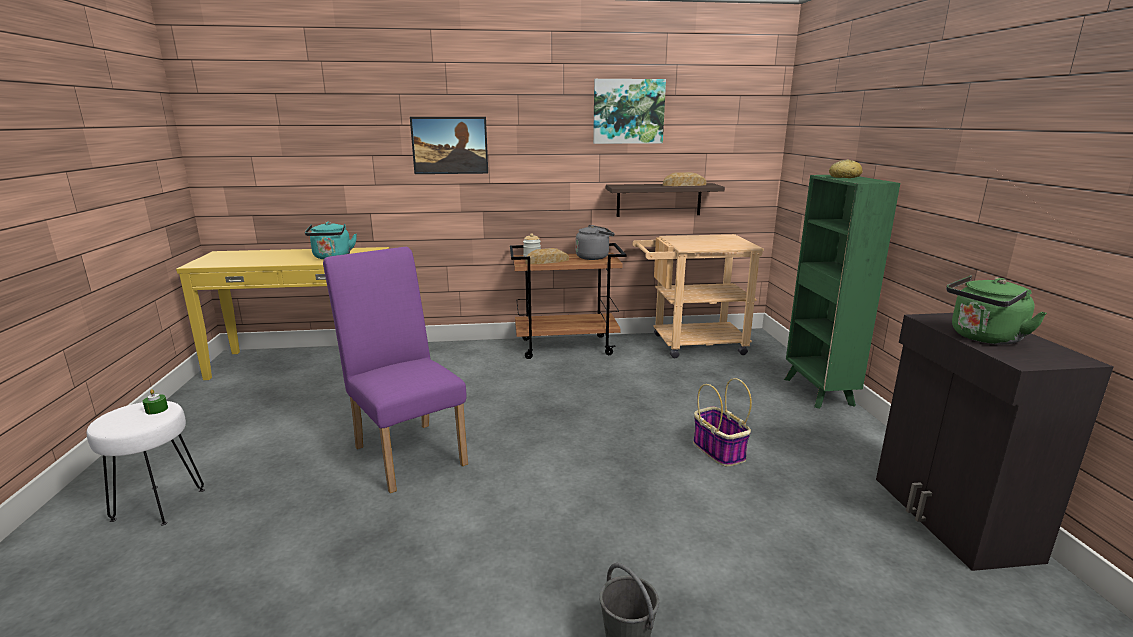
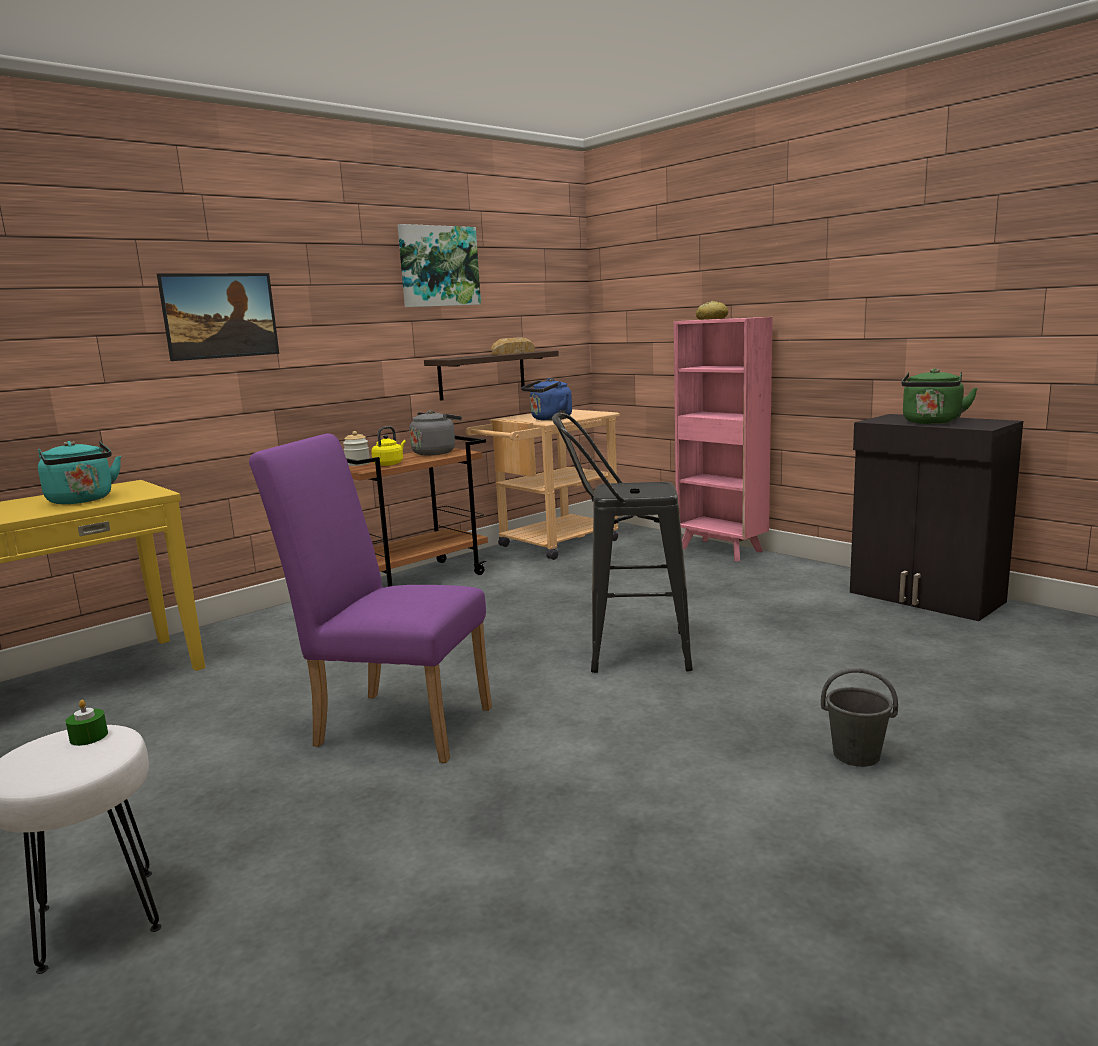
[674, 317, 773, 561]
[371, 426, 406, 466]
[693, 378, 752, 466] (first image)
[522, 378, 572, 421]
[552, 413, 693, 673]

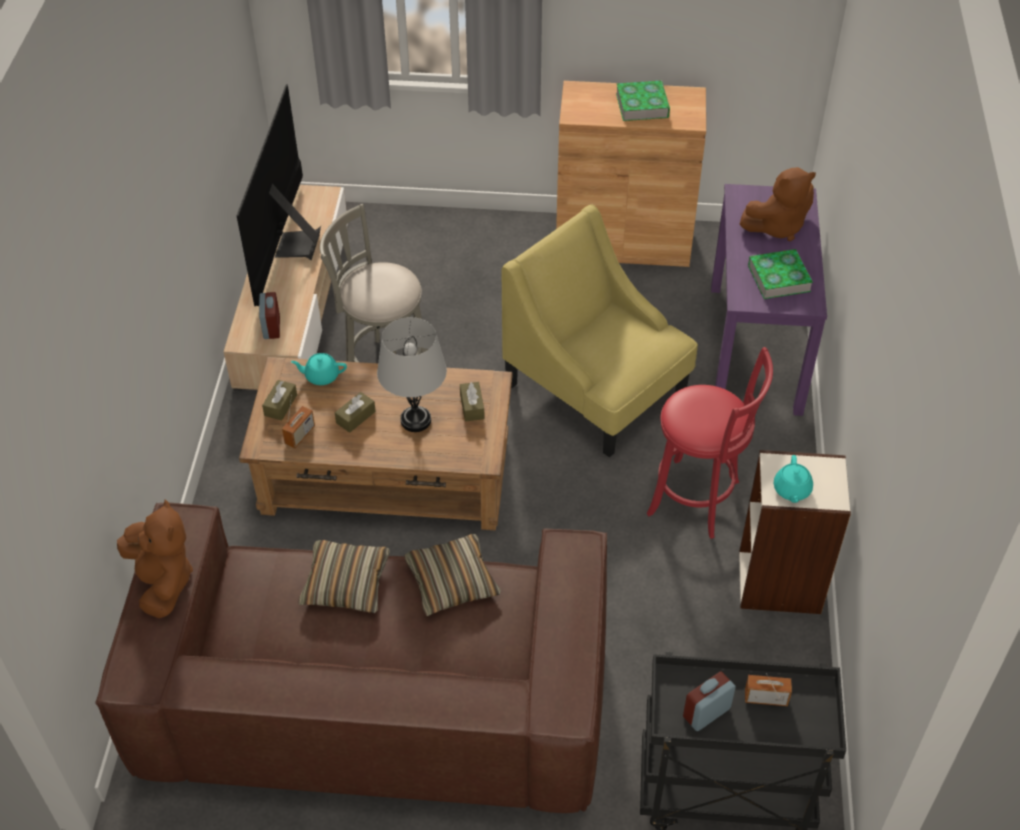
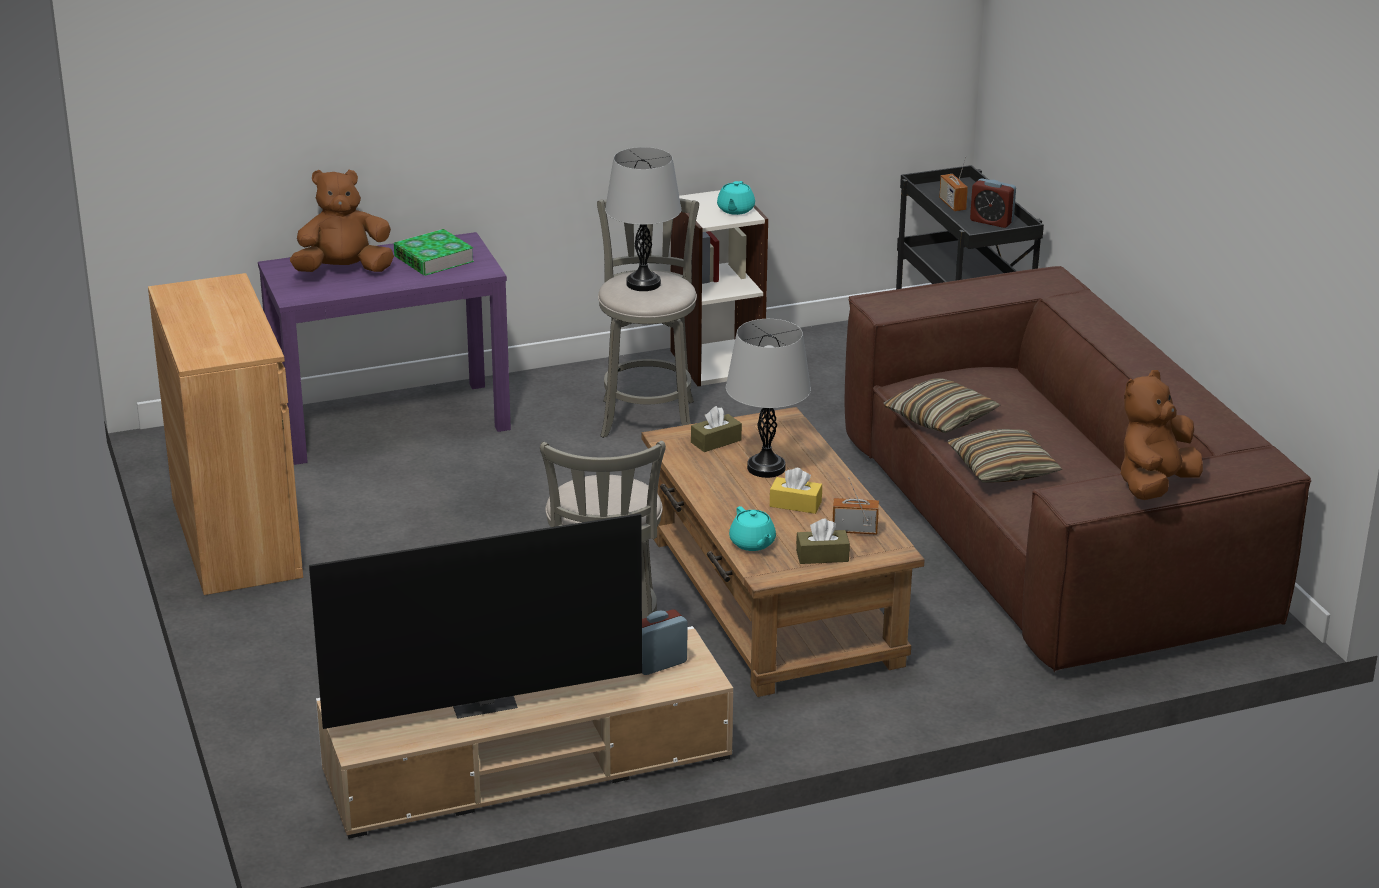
[616, 81, 670, 121] (first image)
[290, 170, 394, 272]
[502, 204, 698, 458] (first image)
[597, 199, 699, 438]
[770, 468, 822, 514]
[717, 181, 755, 215]
[605, 147, 681, 291]

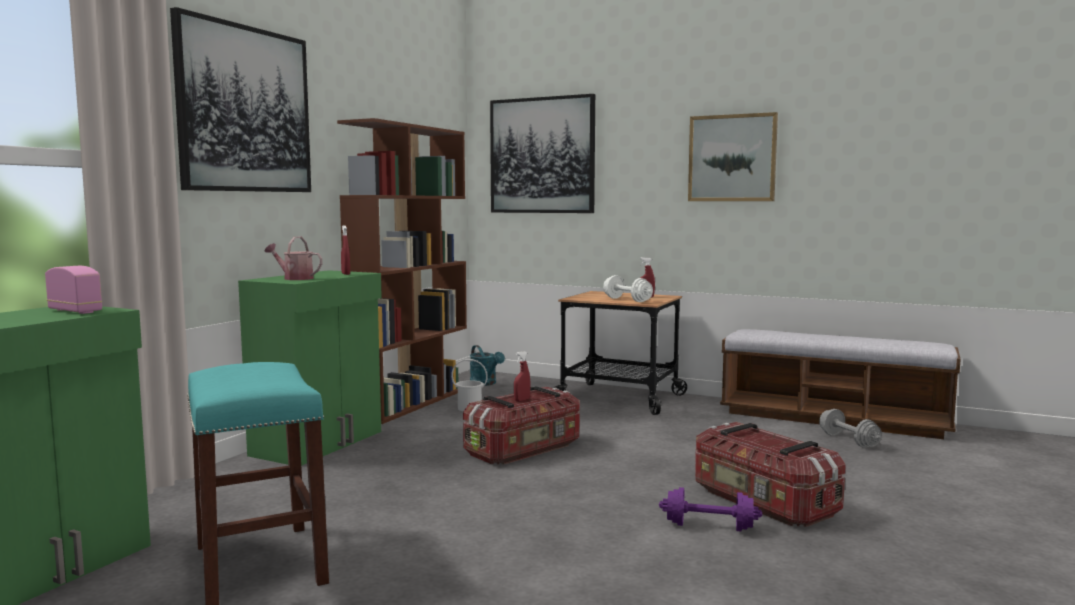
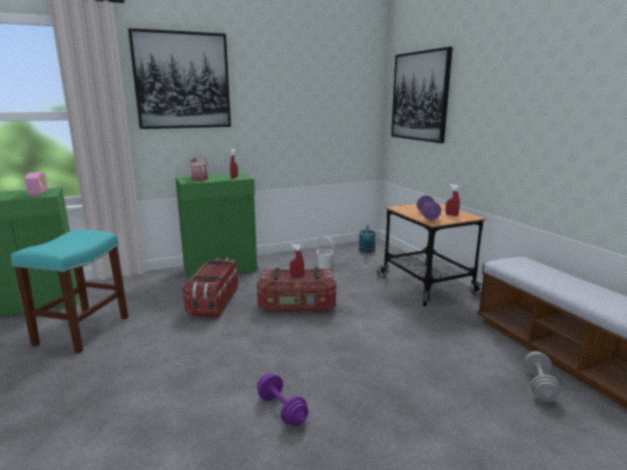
[688, 112, 778, 201] (first image)
[337, 118, 467, 424] (first image)
[417, 195, 441, 220]
[182, 258, 238, 318]

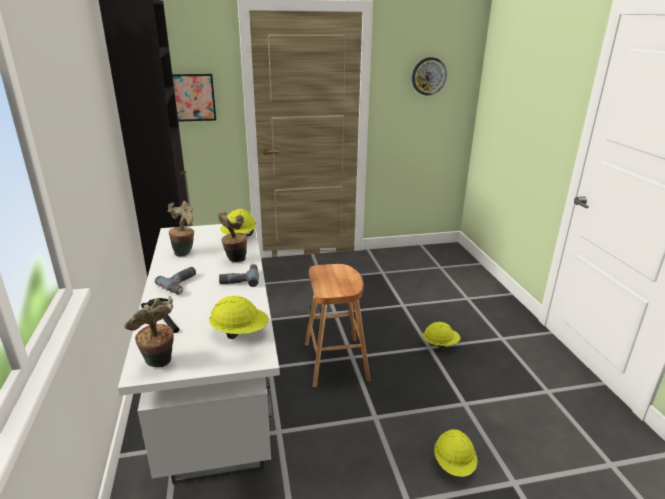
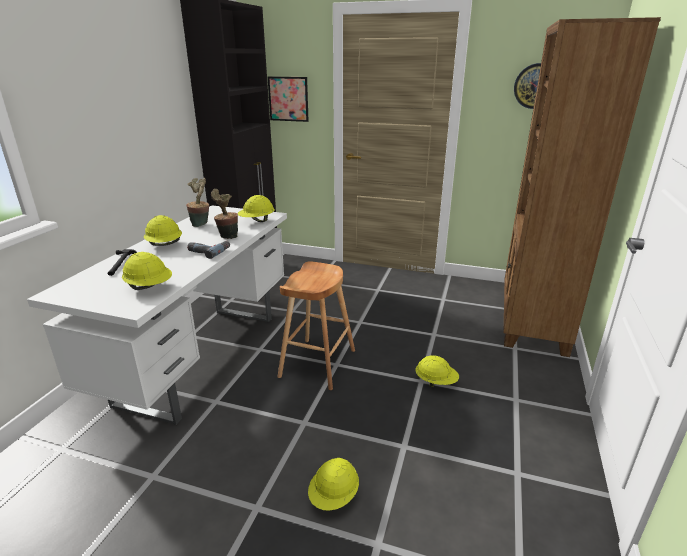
[144, 215, 182, 246]
[124, 296, 174, 367] (first image)
[504, 17, 661, 357]

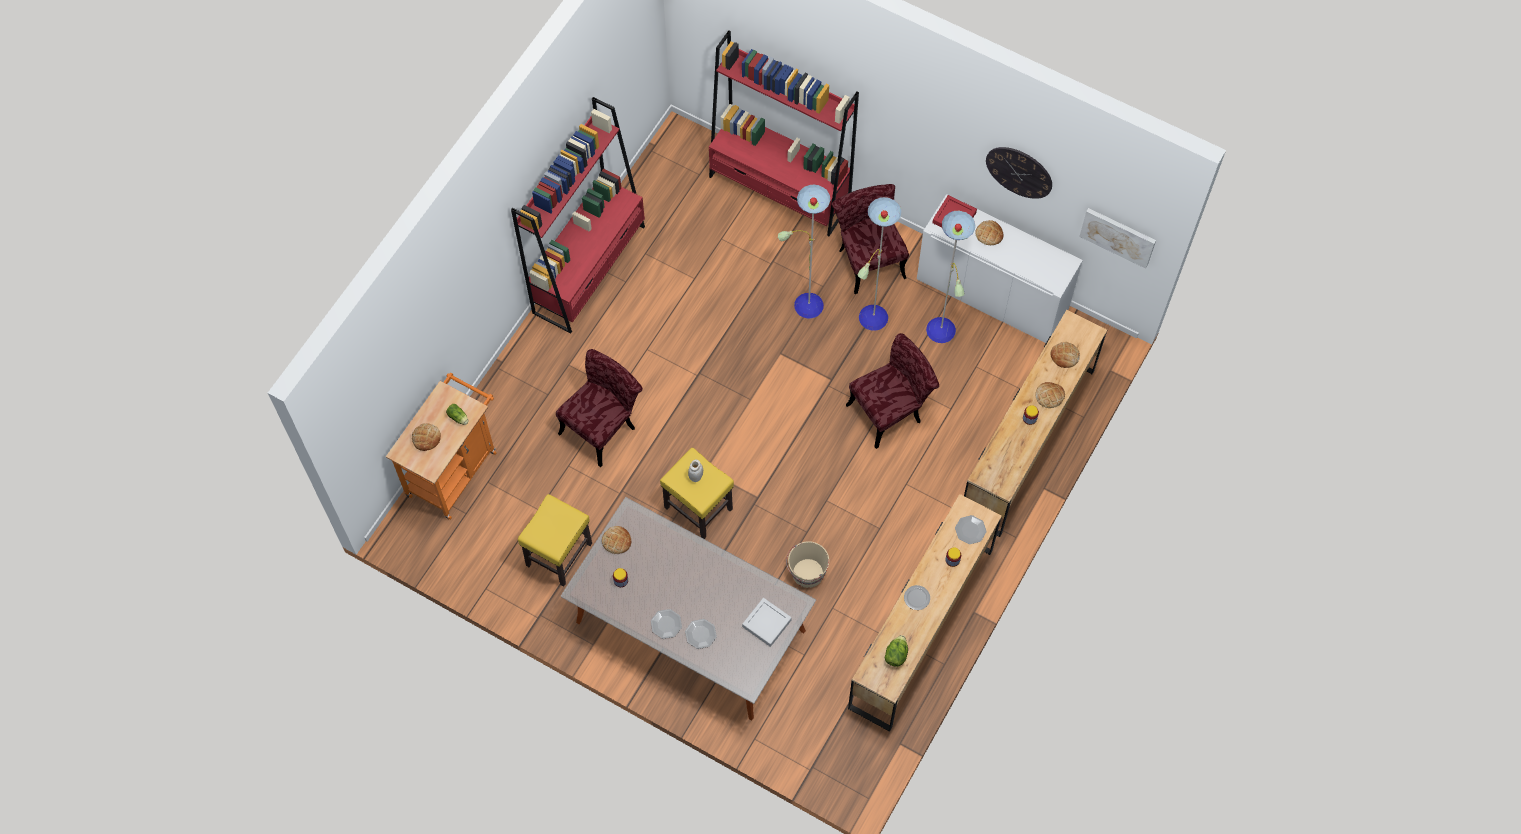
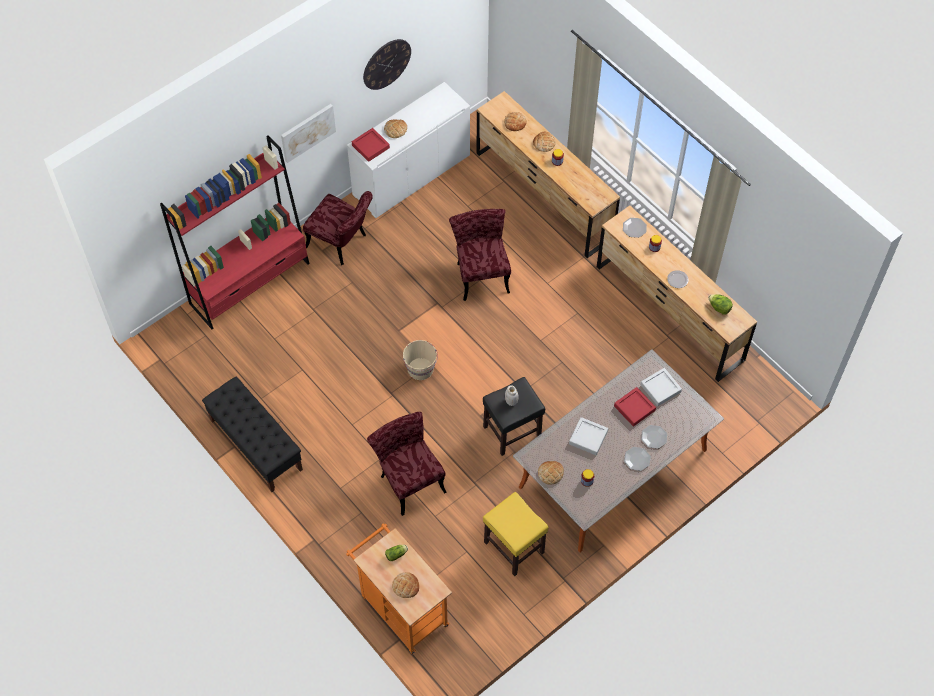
[202, 377, 303, 492]
[303, 191, 373, 265]
[778, 185, 976, 343] (first image)
[281, 104, 336, 163]
[483, 377, 545, 456]
[403, 340, 438, 380]
[614, 387, 656, 427]
[569, 417, 608, 455]

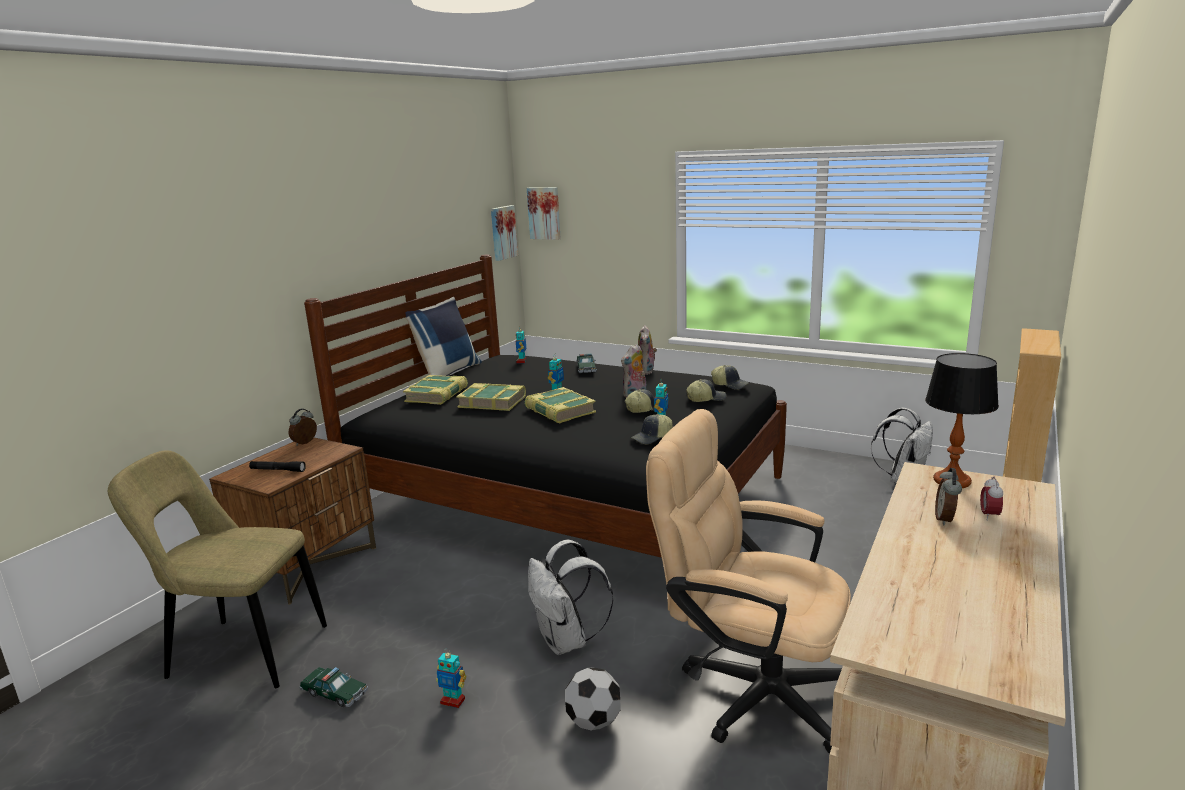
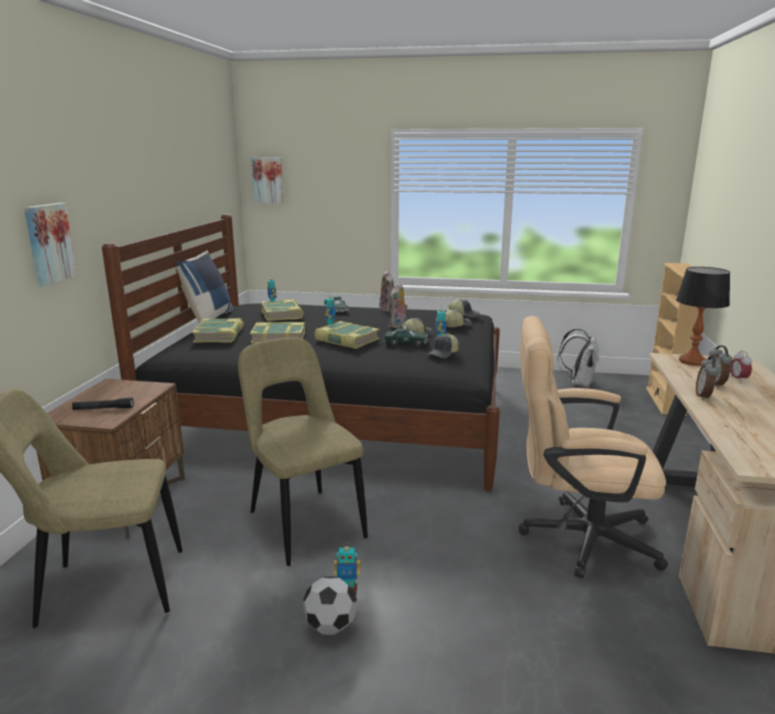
[24, 203, 77, 286]
[696, 356, 719, 400]
[528, 540, 613, 655] (first image)
[383, 326, 428, 346]
[303, 576, 357, 635]
[261, 299, 304, 321]
[238, 338, 368, 566]

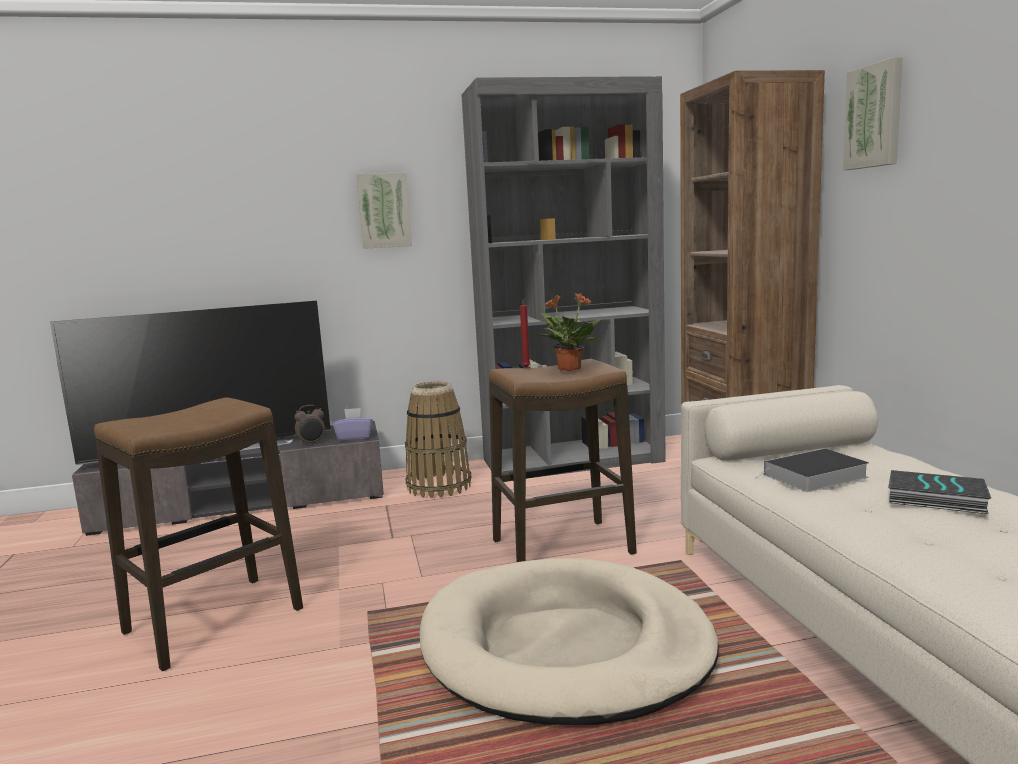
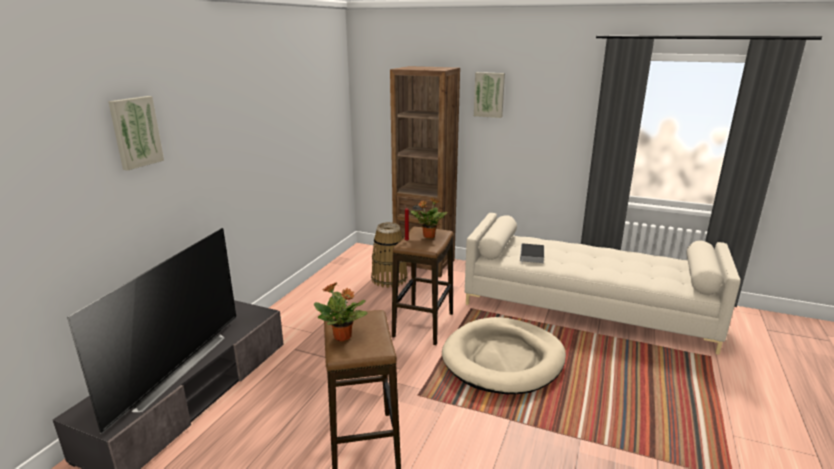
[461, 76, 666, 478] (first image)
[108, 96, 164, 171]
[371, 222, 408, 288]
[295, 405, 325, 446] (first image)
[333, 408, 373, 441] (first image)
[888, 470, 992, 514] (first image)
[314, 283, 367, 342]

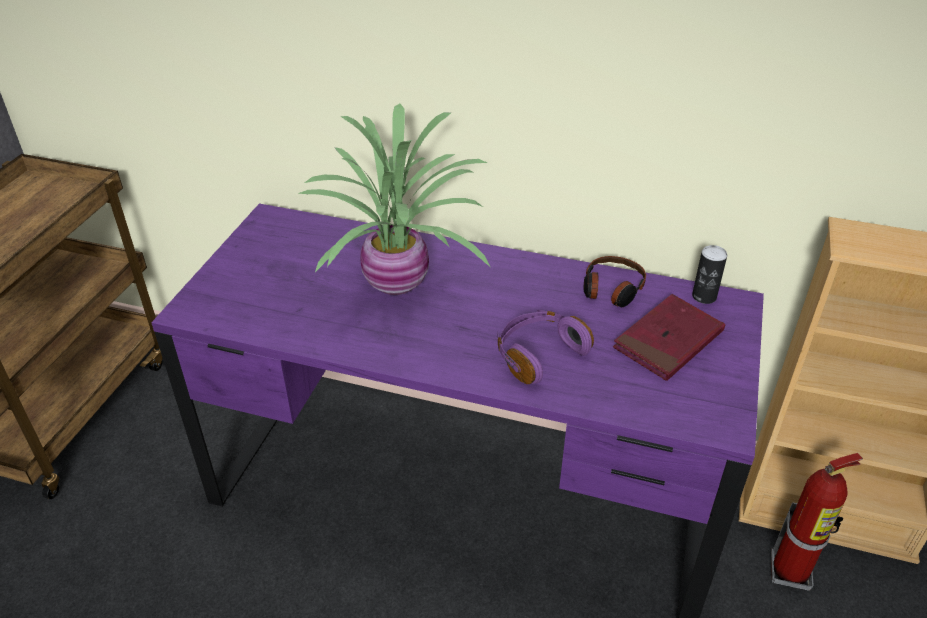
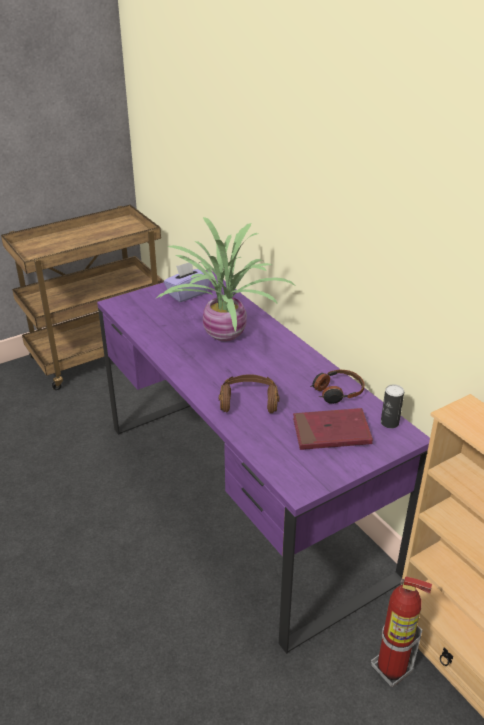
[219, 374, 279, 414]
[164, 263, 210, 302]

